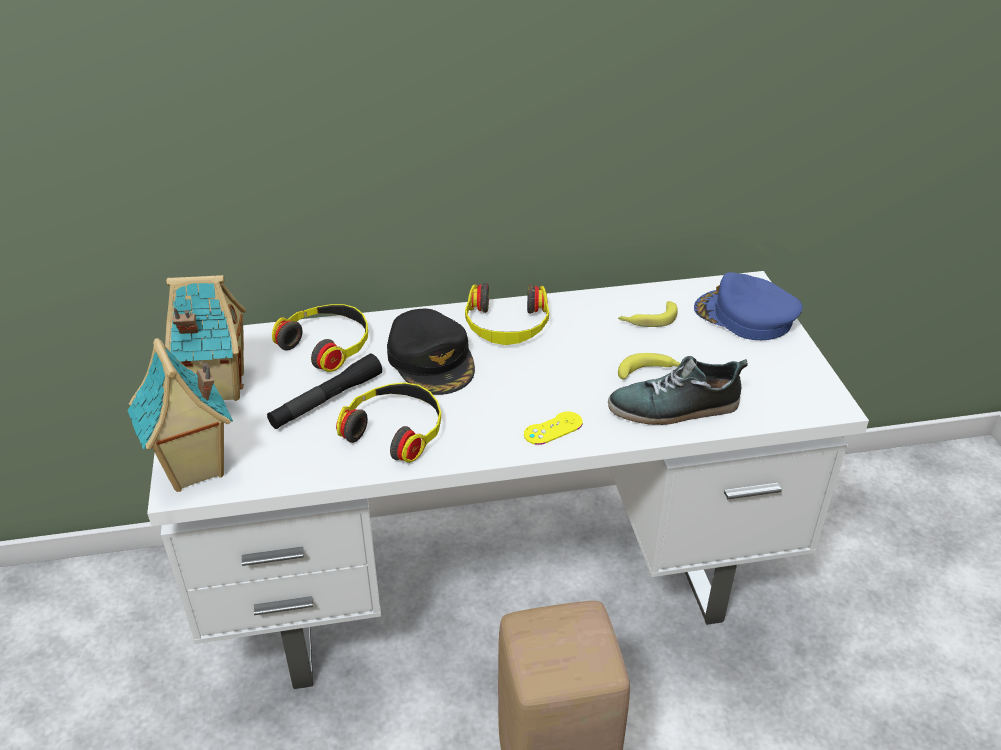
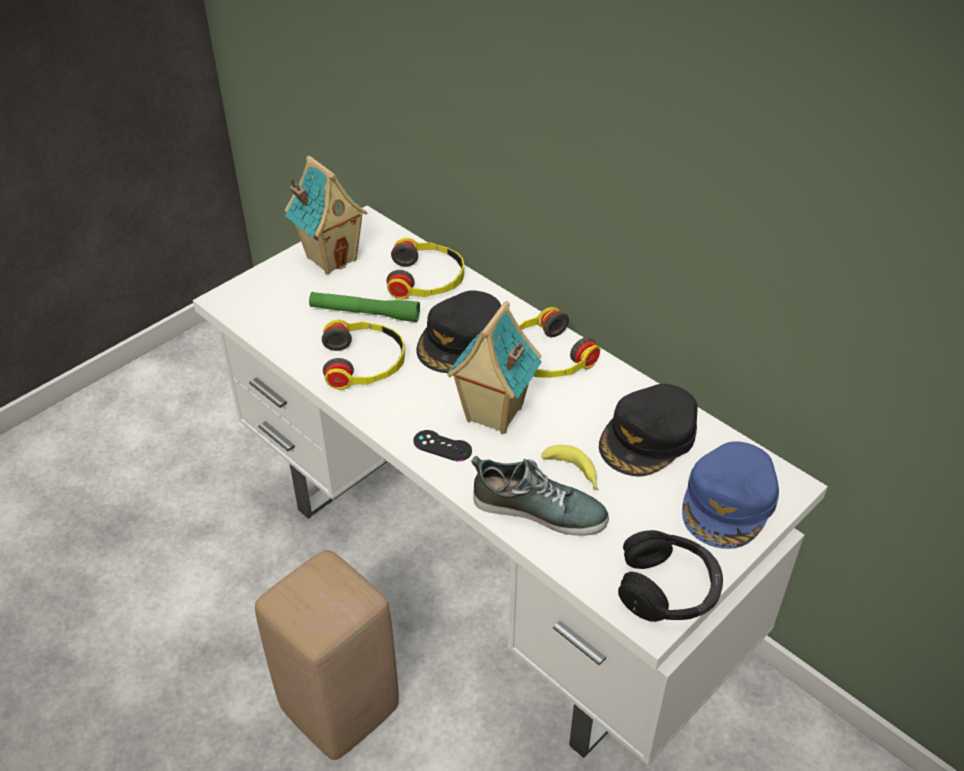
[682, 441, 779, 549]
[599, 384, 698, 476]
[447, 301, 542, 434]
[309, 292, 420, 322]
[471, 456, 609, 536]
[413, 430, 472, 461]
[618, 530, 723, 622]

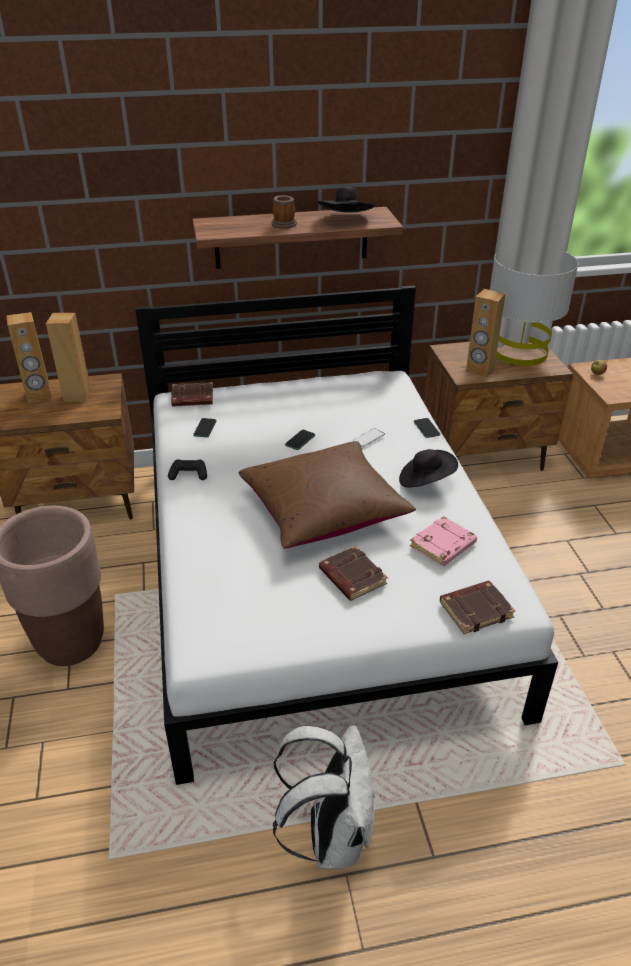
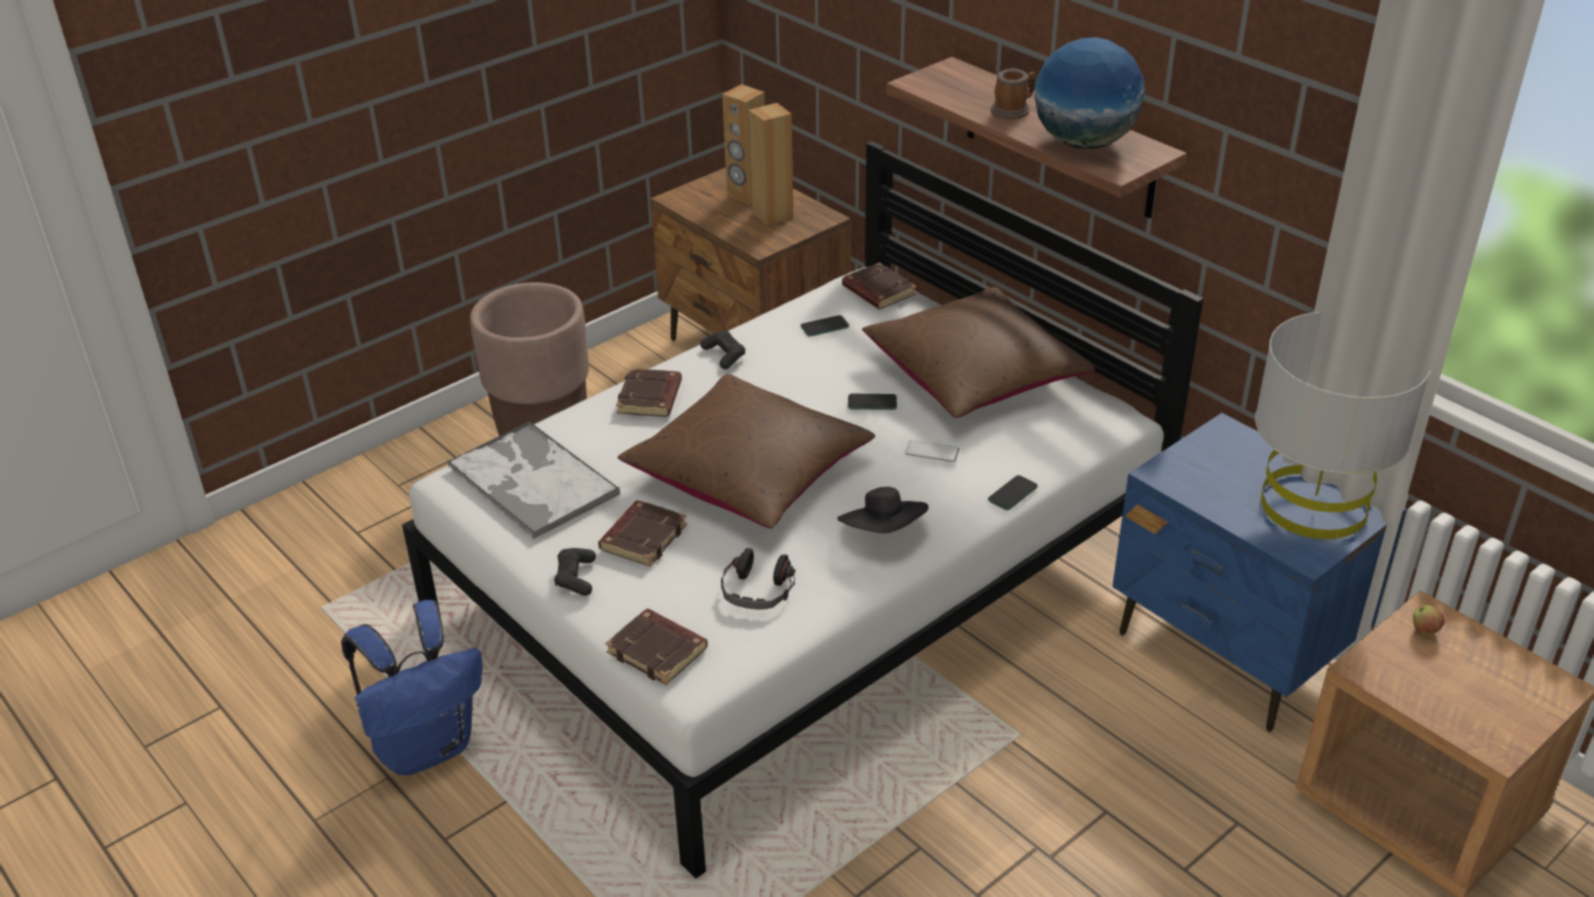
[1034, 37, 1145, 149]
[466, 289, 505, 377] (first image)
[1112, 413, 1407, 732]
[721, 548, 795, 610]
[341, 600, 482, 775]
[862, 287, 1095, 418]
[616, 368, 682, 417]
[447, 421, 620, 540]
[554, 548, 596, 596]

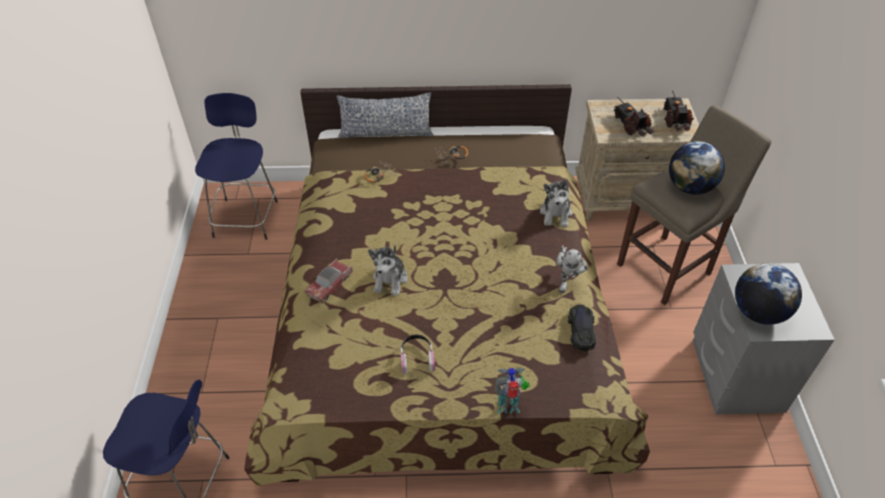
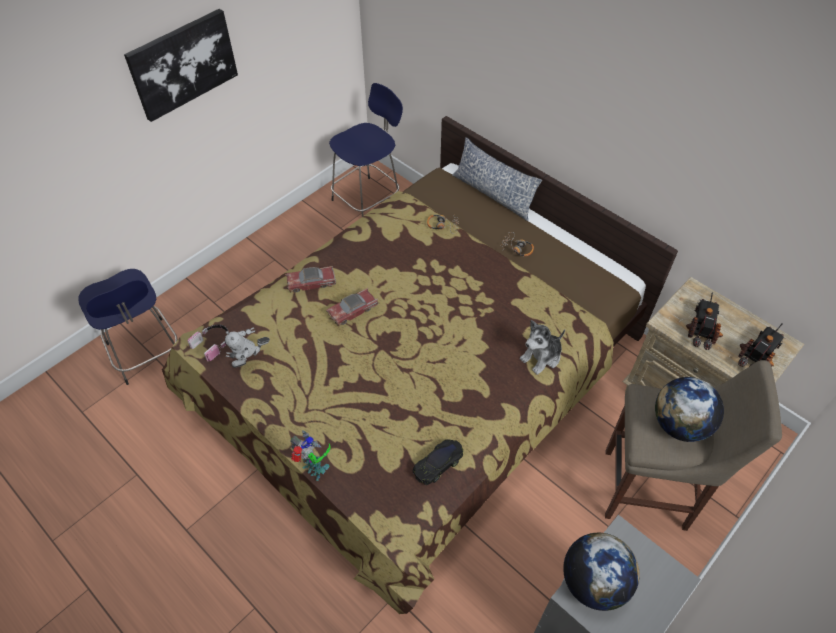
[326, 288, 379, 326]
[225, 327, 270, 368]
[187, 325, 229, 362]
[124, 9, 238, 122]

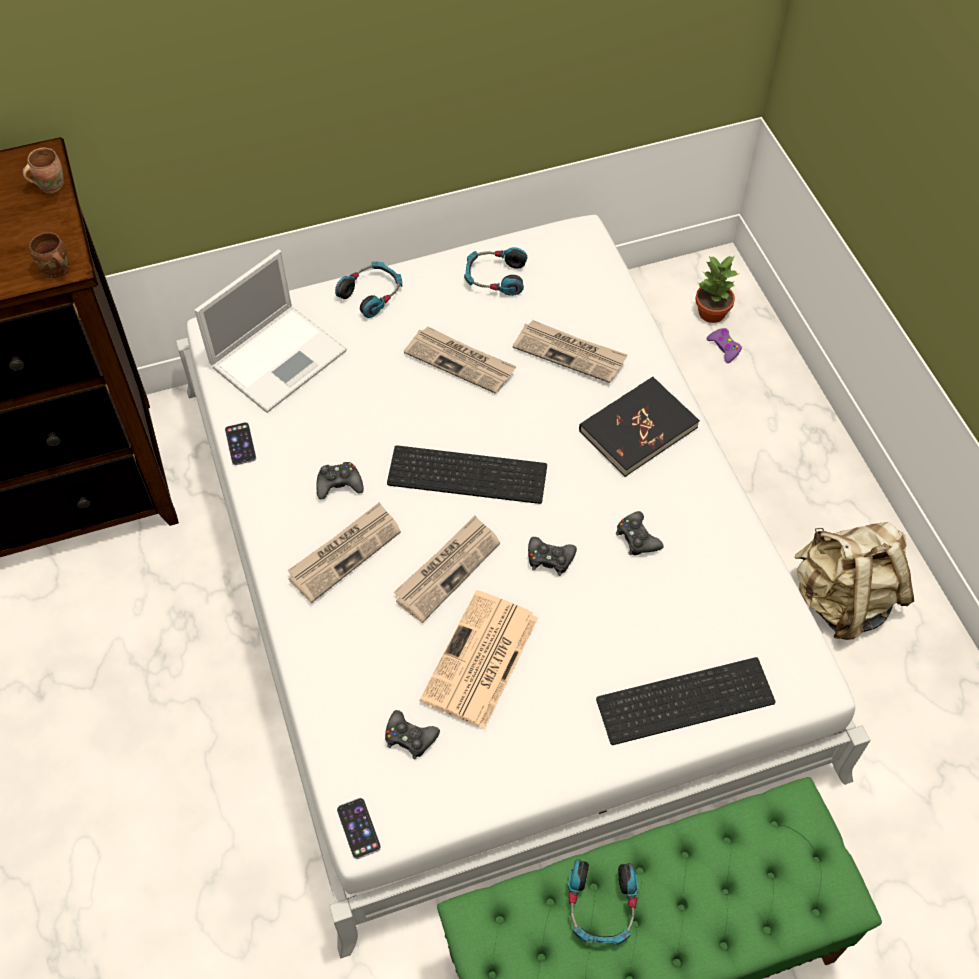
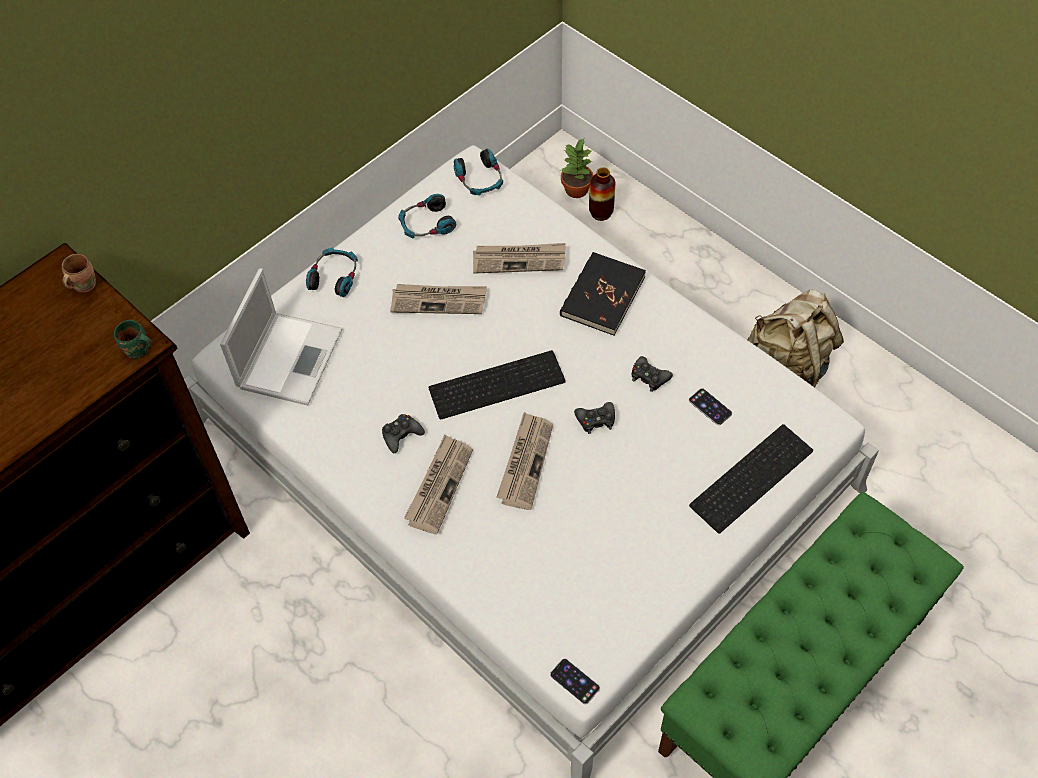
[114, 320, 152, 359]
[589, 167, 615, 221]
[689, 388, 732, 425]
[420, 590, 538, 729] (first image)
[385, 710, 440, 759] (first image)
[454, 148, 503, 195]

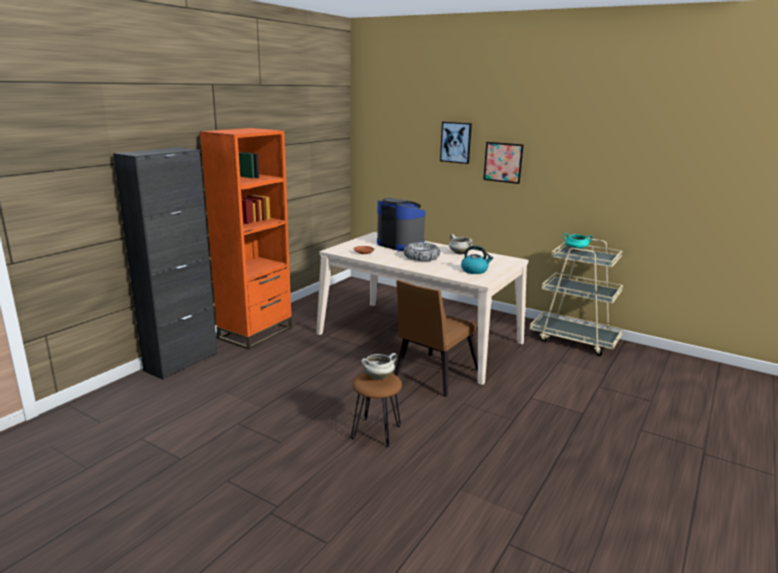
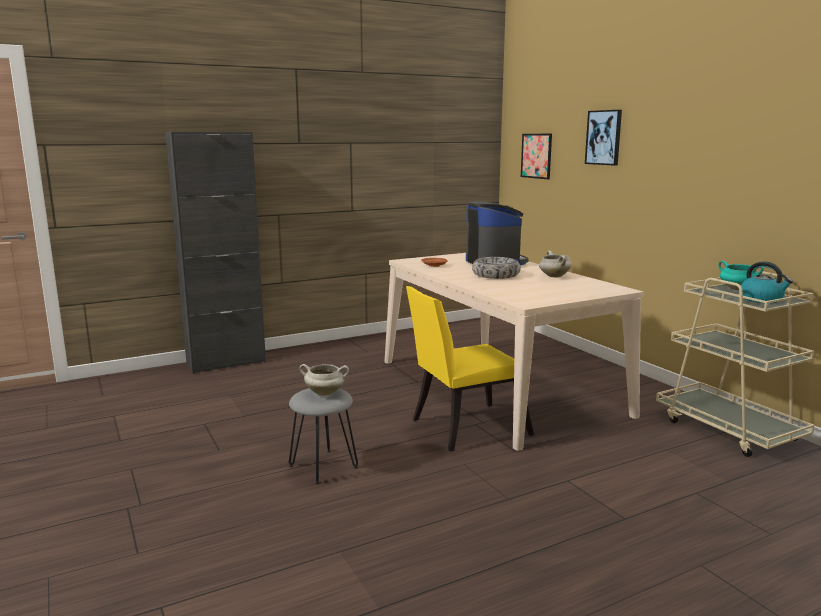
[200, 128, 292, 350] (first image)
[521, 134, 552, 179]
[741, 261, 793, 303]
[406, 286, 534, 452]
[289, 388, 358, 485]

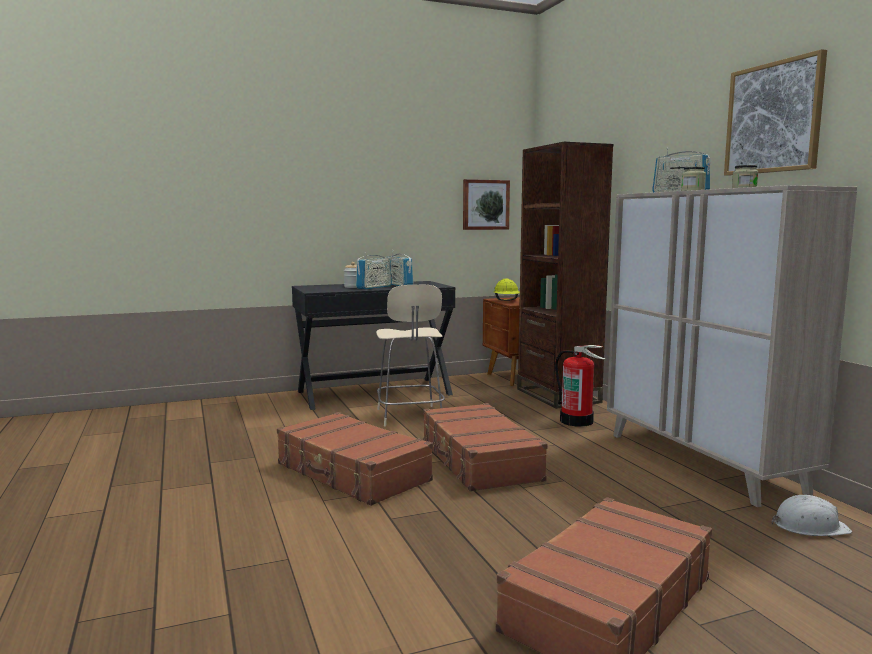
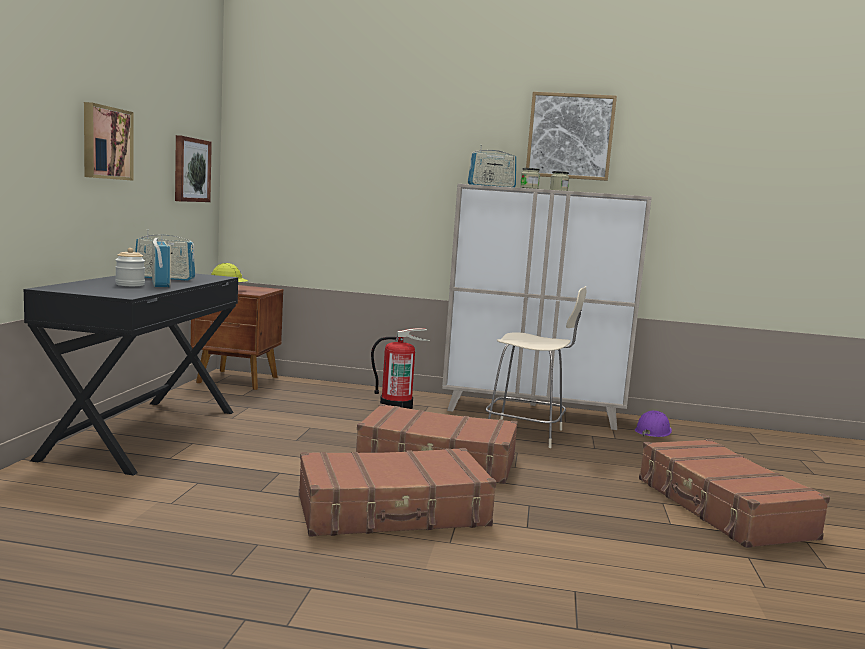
[517, 142, 614, 409] (first image)
[486, 286, 586, 448]
[635, 411, 672, 437]
[84, 102, 134, 181]

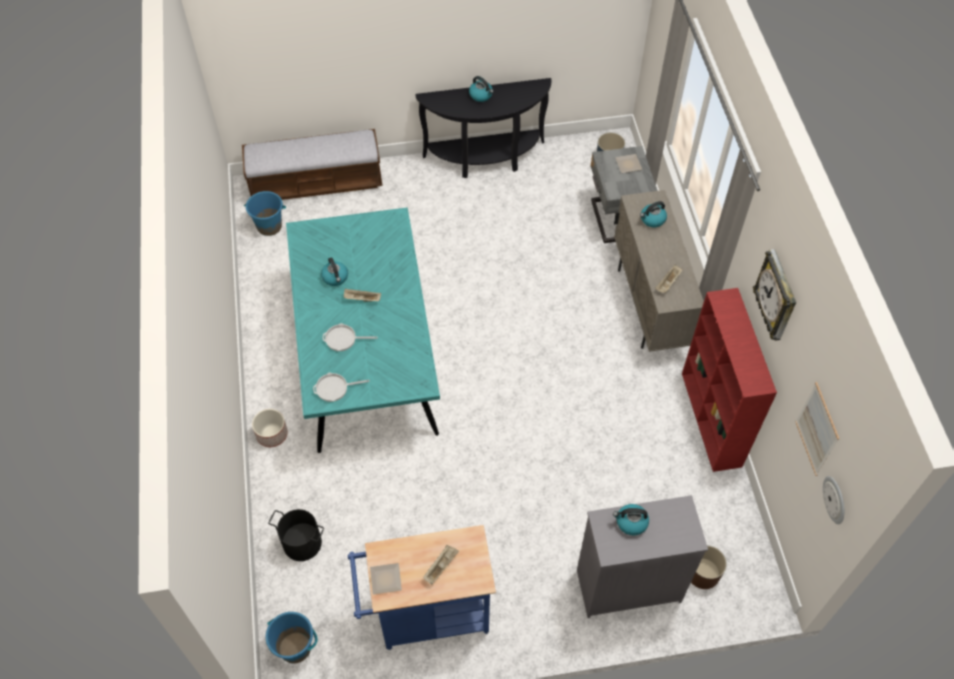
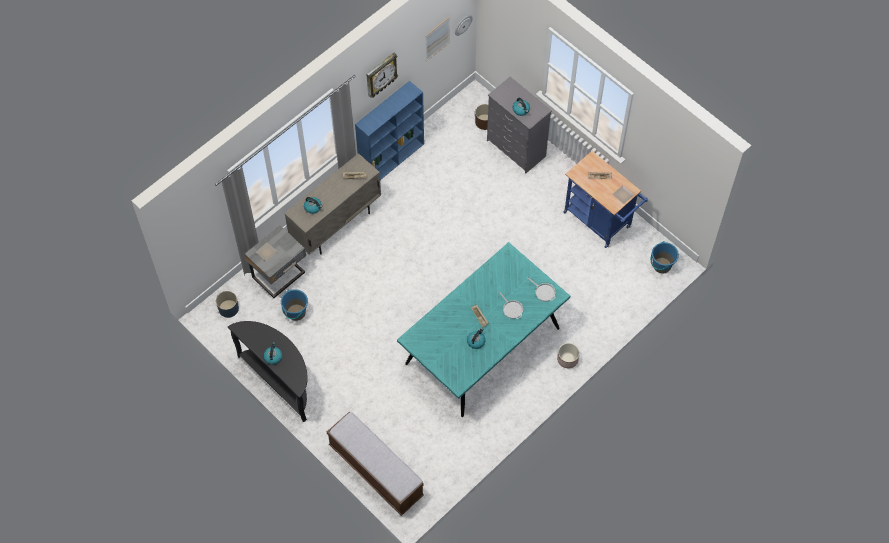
[281, 289, 308, 321]
[355, 81, 424, 180]
[268, 509, 324, 561] (first image)

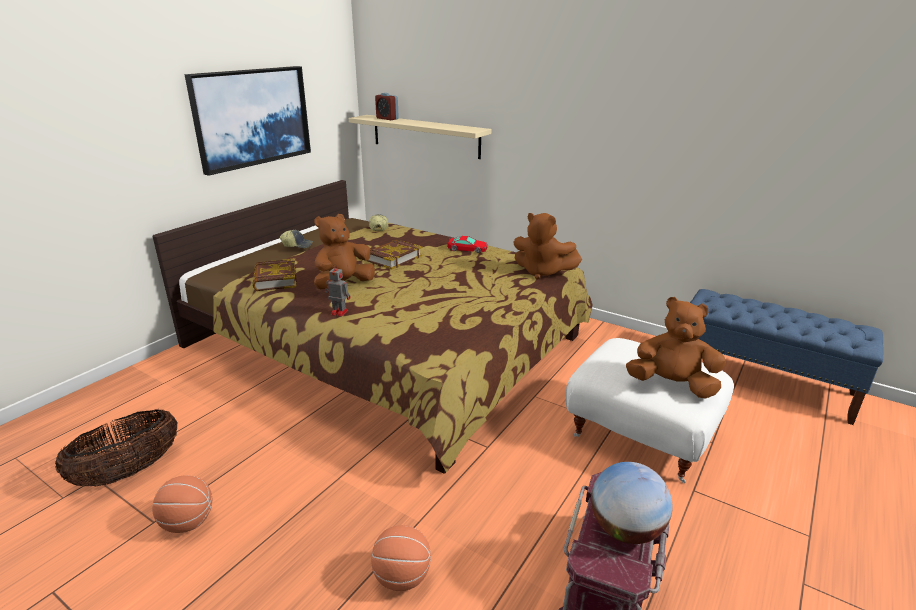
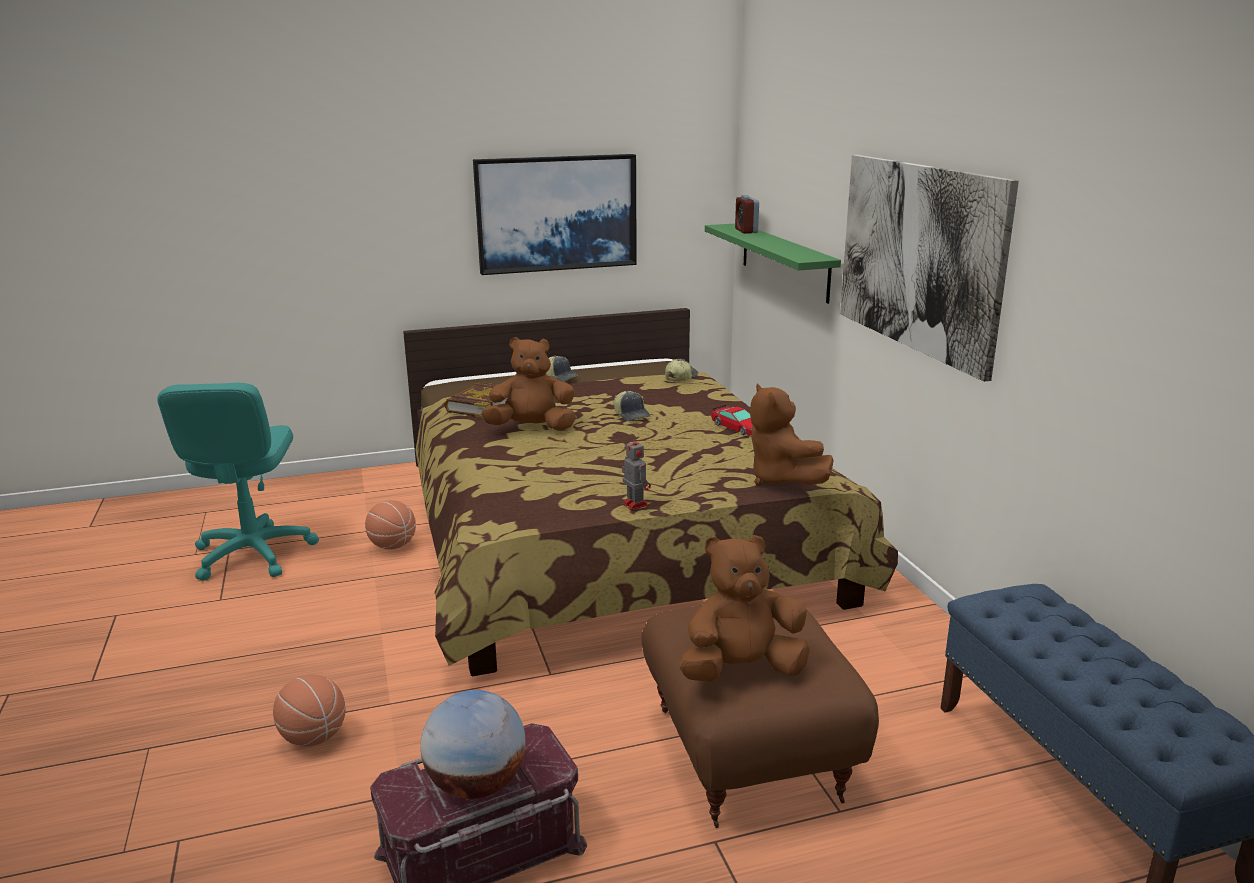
[705, 224, 841, 304]
[614, 391, 650, 421]
[622, 436, 651, 510]
[679, 535, 810, 682]
[641, 605, 879, 828]
[157, 383, 319, 581]
[365, 500, 416, 549]
[840, 155, 1019, 382]

